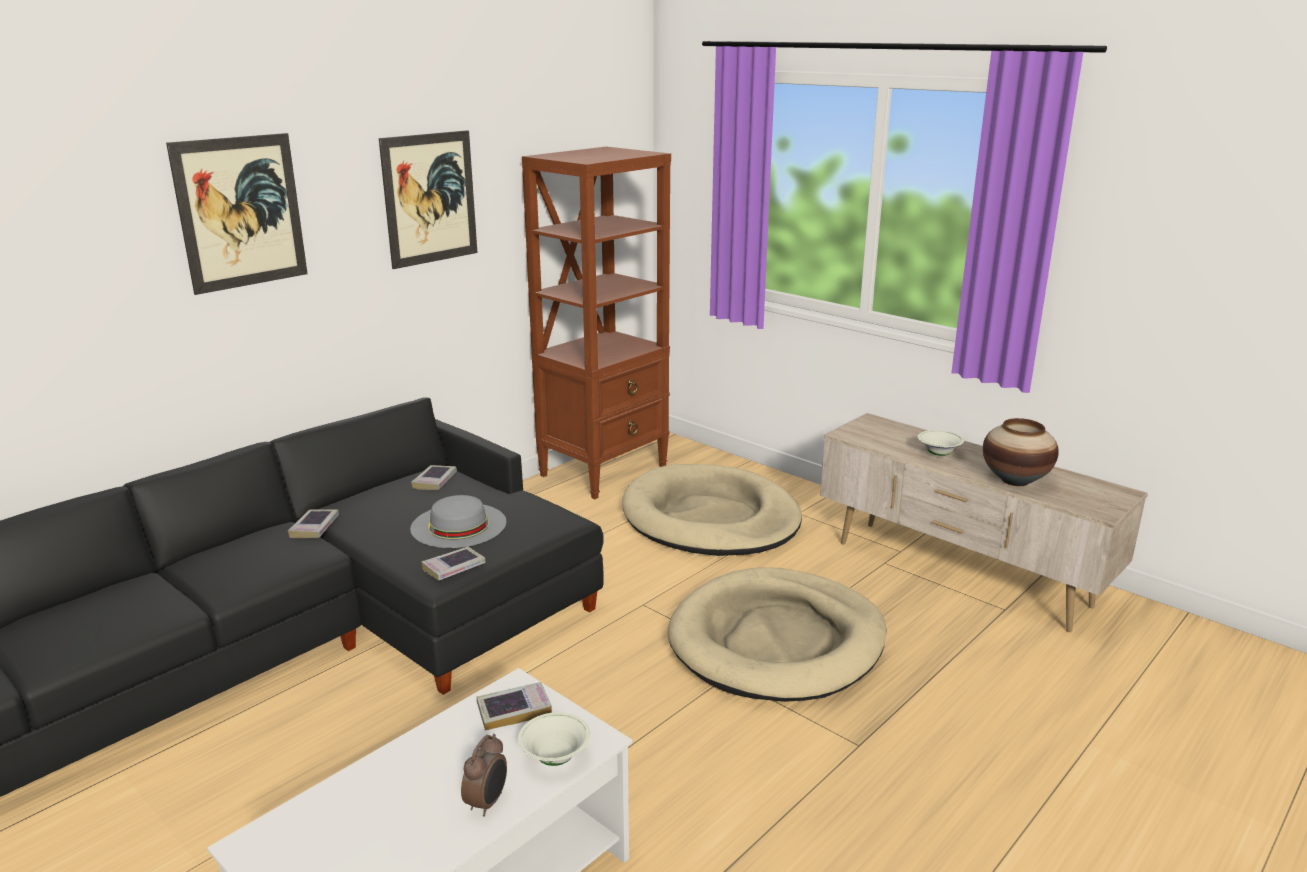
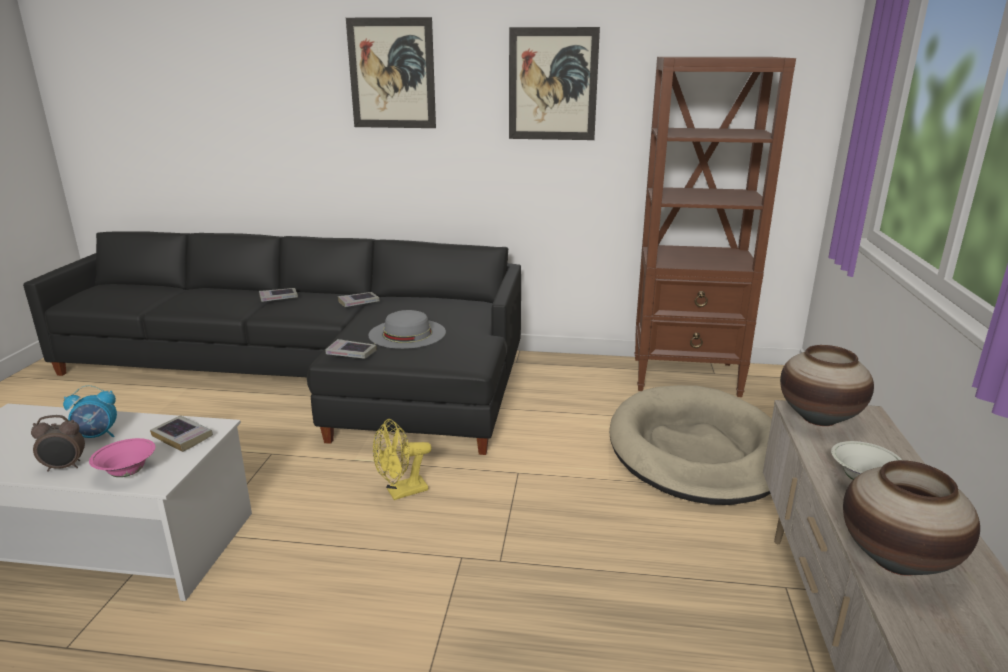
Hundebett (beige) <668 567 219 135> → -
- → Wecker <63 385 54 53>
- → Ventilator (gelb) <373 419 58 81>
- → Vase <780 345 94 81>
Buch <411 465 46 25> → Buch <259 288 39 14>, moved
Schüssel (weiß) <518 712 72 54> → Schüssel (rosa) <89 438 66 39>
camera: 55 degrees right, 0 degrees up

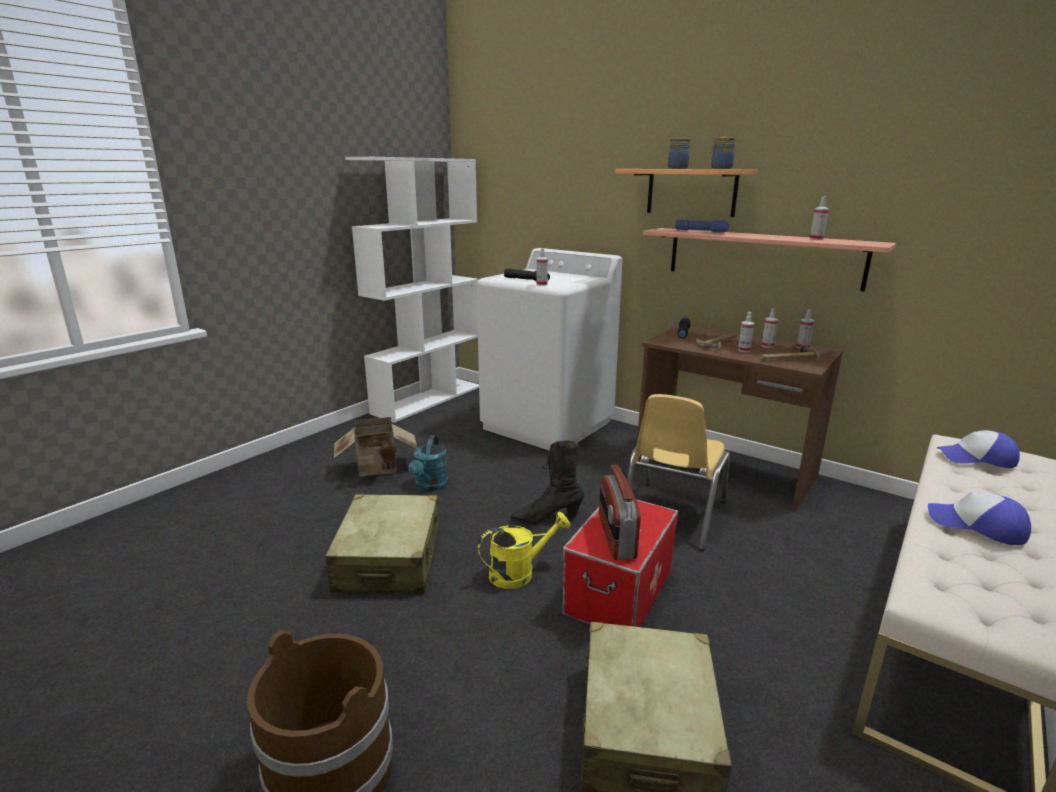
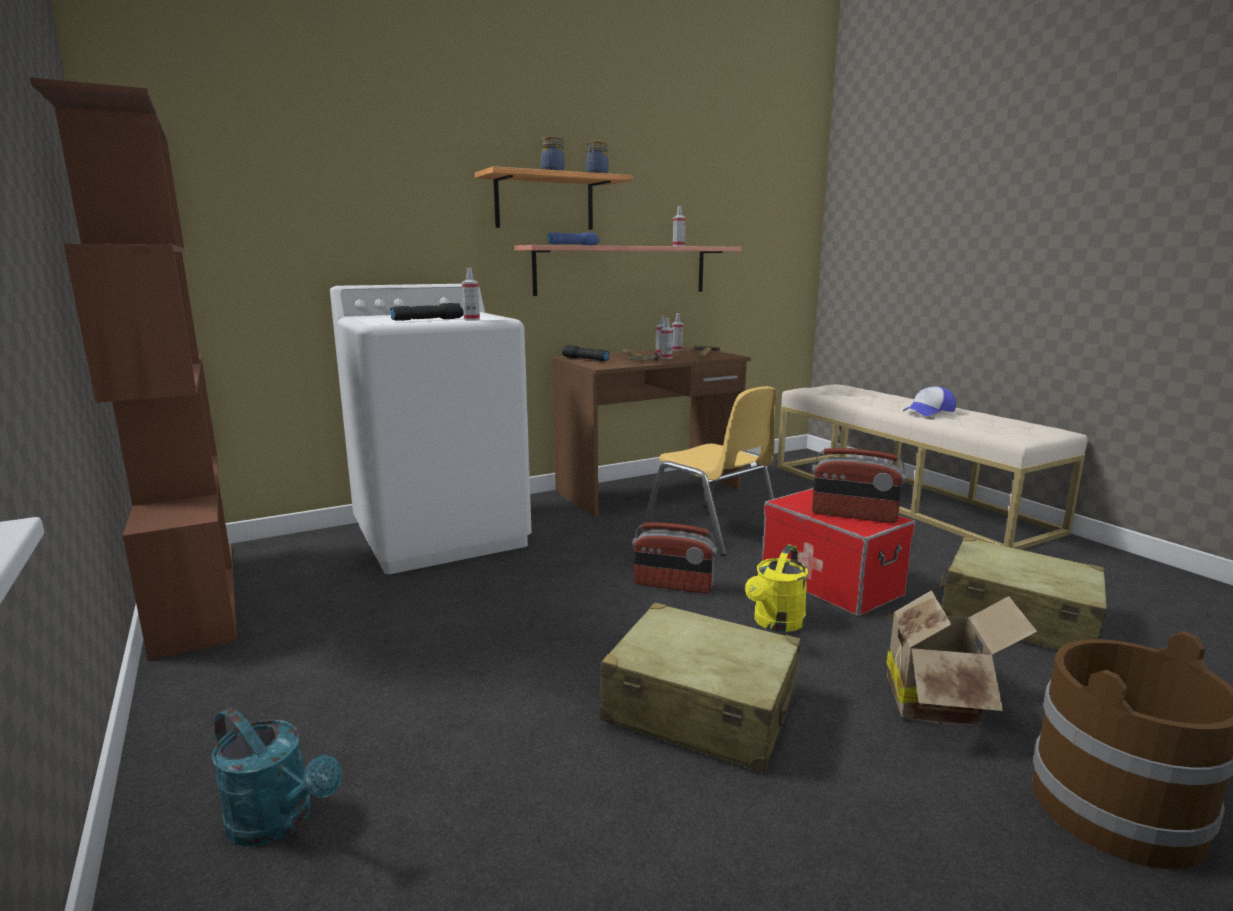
Kappe <937 430 83 38> → -
Karton <334 417 83 60> → Karton <884 590 153 135>, moved
Gießkanne (türkis) <408 435 41 57> → Gießkanne (türkis) <211 707 131 140>, moved
Stiefel (schwarz) <510 440 74 85> → Radio <632 522 86 72>
Bücherregal (weiß) <345 157 134 266> → Bücherregal (braun) <30 77 207 583>
Gießkanne (gelb) <478 512 92 77> → Gießkanne (gelb) <745 544 63 88>, 150 degrees counterclockwise
camera: 65 degrees left, 5 degrees down

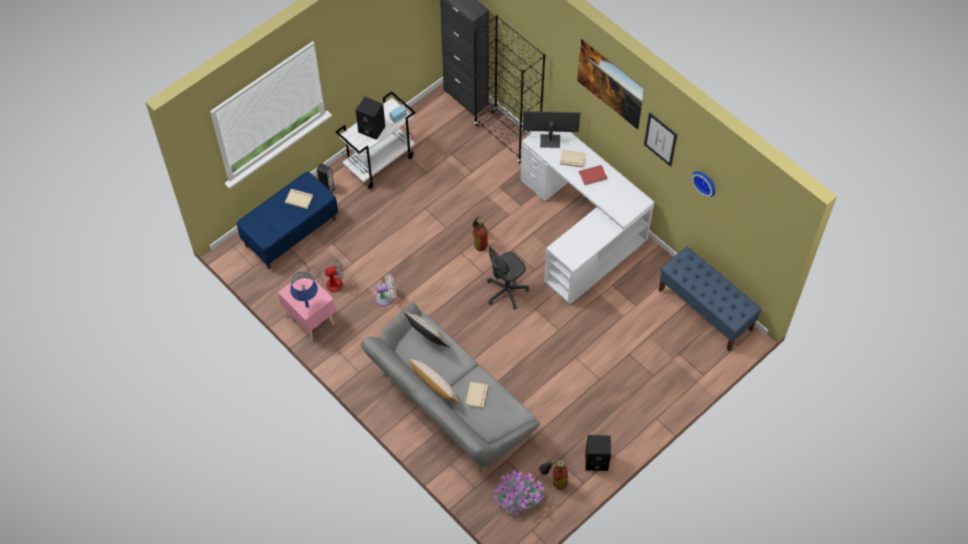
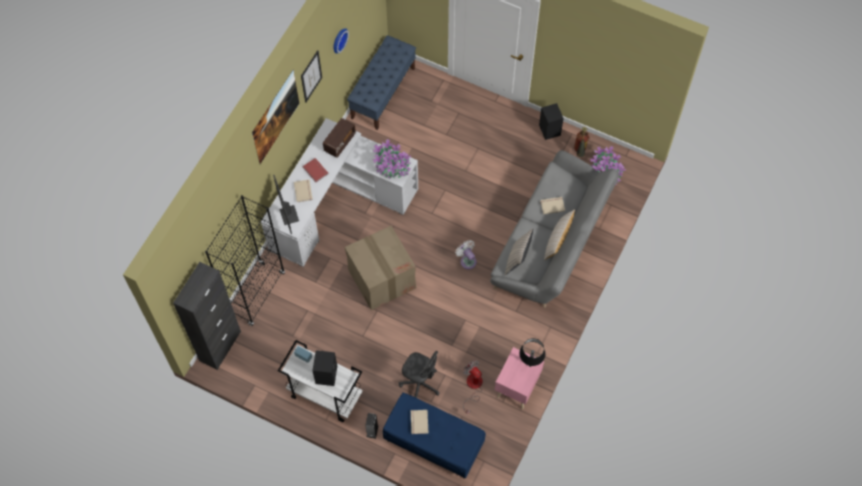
- → Radio <323 118 33 40>
- → Topfpflanze <373 139 38 40>
Ventilator (weiß) <375 274 21 32> → Ventilator (weiß) <455 240 22 30>, moved
Bürostuhl (grau) <487 245 42 65> → Bürostuhl (grau) <399 351 41 47>, moved
Feuerlöscher <473 216 15 35> → Karton <344 226 72 84>
Tischlampe (blau) <290 272 28 36> → Tischlampe (schwarz) <519 338 26 29>
camera: 110 degrees left, 5 degrees up

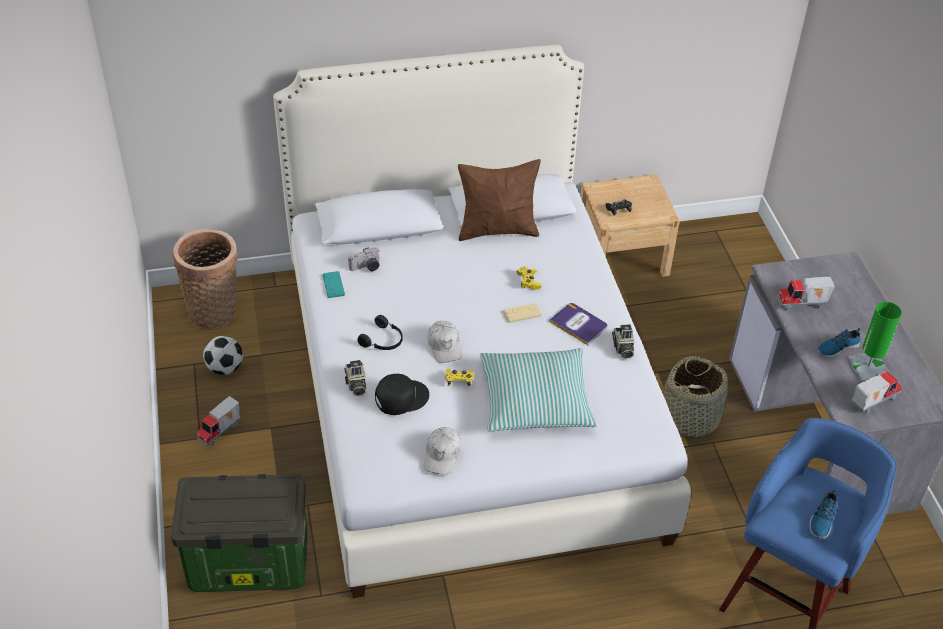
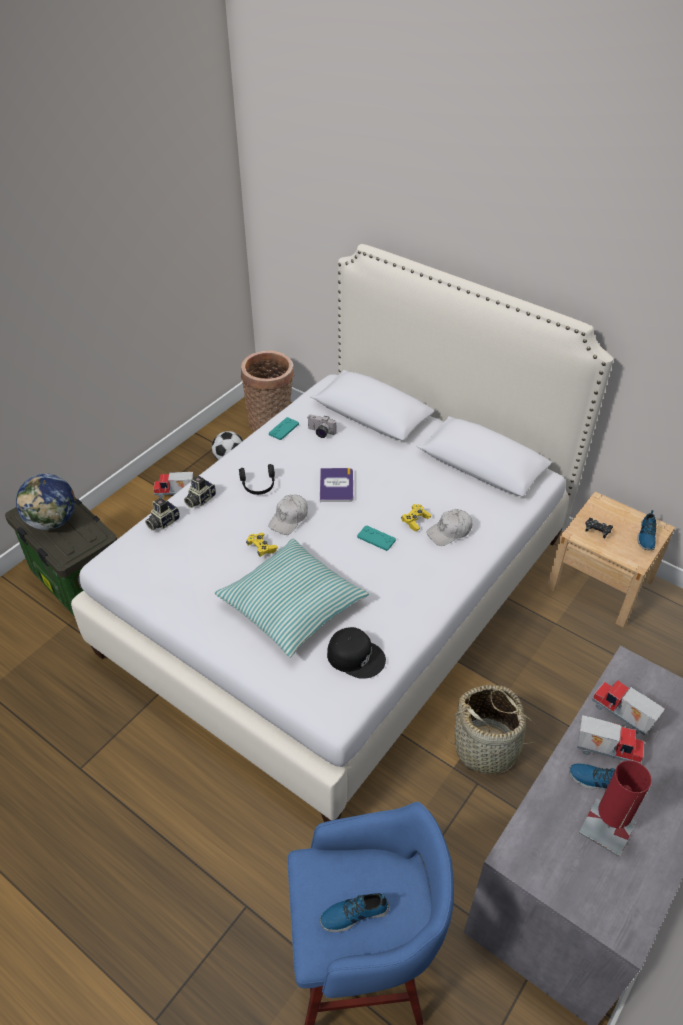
Kissen (braun) <458 159 82 82> → -
- → Globus <16 473 59 57>
- → Schuh <637 510 20 41>
Kappe (schwarz) <375 374 54 41> → Kappe (schwarz) <327 627 59 52>, moved
Kappe (weiß) <424 427 37 48> → Kappe (weiß) <426 509 46 37>, moved
Buch <549 303 58 42> → Buch <320 468 33 34>, moved
Kamera <612 324 23 35> → Kamera <145 498 35 33>, moved
Spielzeuglaster <851 371 51 42> → Spielzeuglaster <577 715 67 49>, moved
Gamepad (beige) <503 303 38 20> → Gamepad (türkis) <357 525 39 26>
Tischlampe (grün) <847 302 55 80> → Tischlampe (rot) <579 760 72 97>
camera: 50 degrees right, 0 degrees up

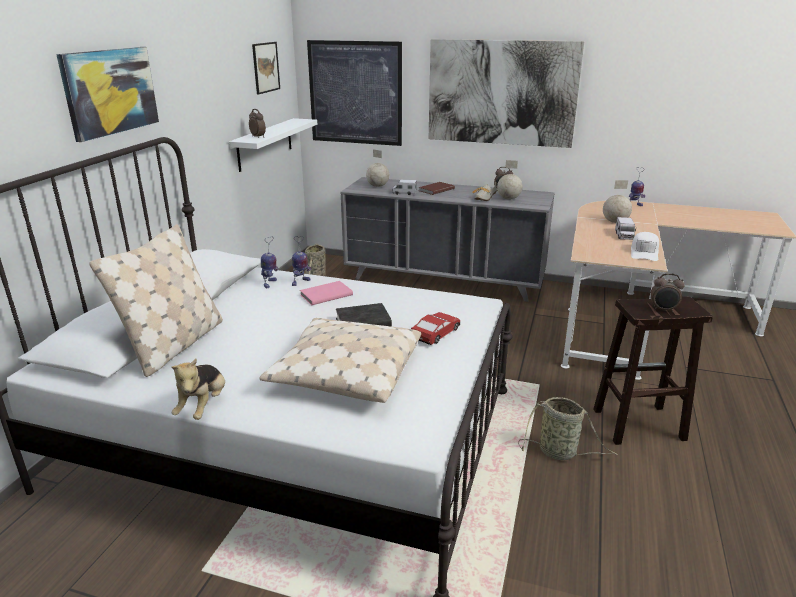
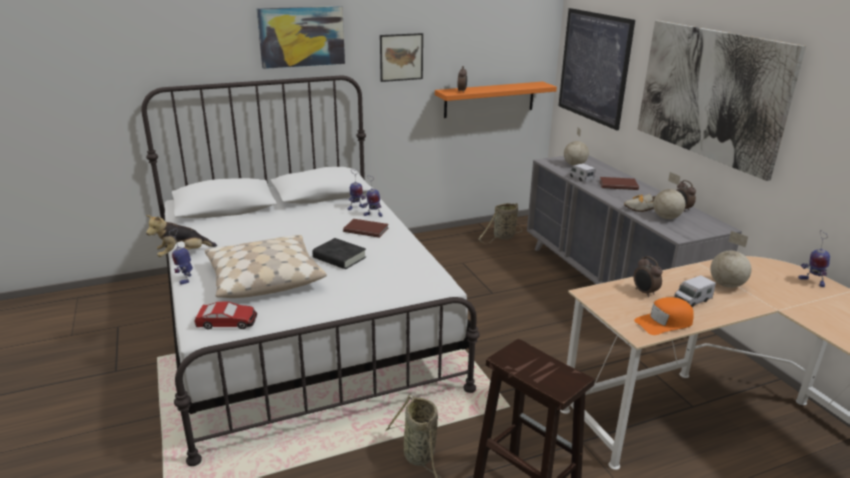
Kissen (beige) <89 224 134 153> → -
- → Spielzeugroboter <169 228 24 57>
Bild <252 42 28 52> → Bild <380 33 43 49>, moved
Spielzeugauto <411 312 49 33> → Spielzeugauto <195 302 62 27>, moved
Wecker <650 273 35 39> → Wecker <634 256 29 41>, moved
Wandregal (weiß) <229 118 88 54> → Wandregal (orange) <435 82 122 36>
Buch (rosa) <300 281 53 24> → Buch (braun) <343 219 45 19>
Kappe (weiß) <631 232 28 29> → Kappe (orange) <634 297 60 38>
camera: 50 degrees right, 0 degrees up

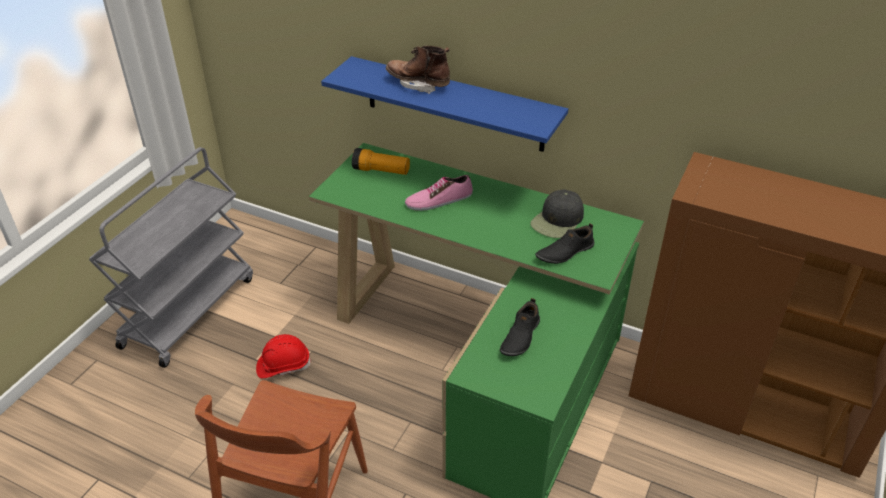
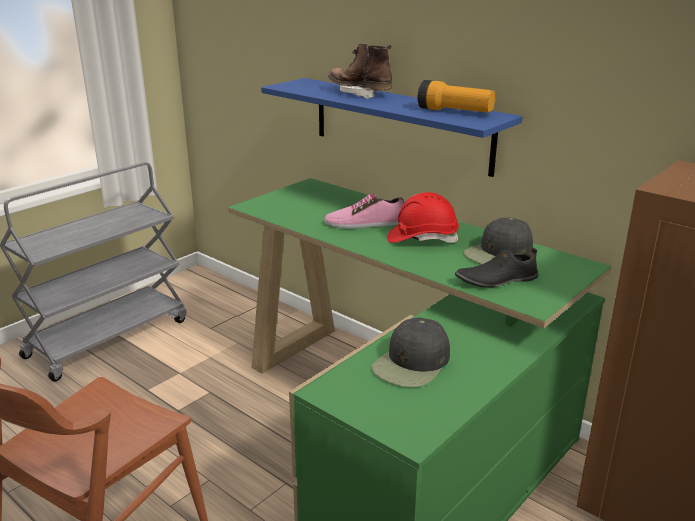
Schutzhelm (rot) <256 334 55 44> → Schutzhelm (rot) <387 192 72 51>, moved
Taschenlampe <352 148 58 27> → Taschenlampe <418 80 77 33>, moved
Schuh (schwarz) <500 298 40 58> → Kappe (schwarz) <371 317 79 70>
camera: 15 degrees right, 15 degrees down

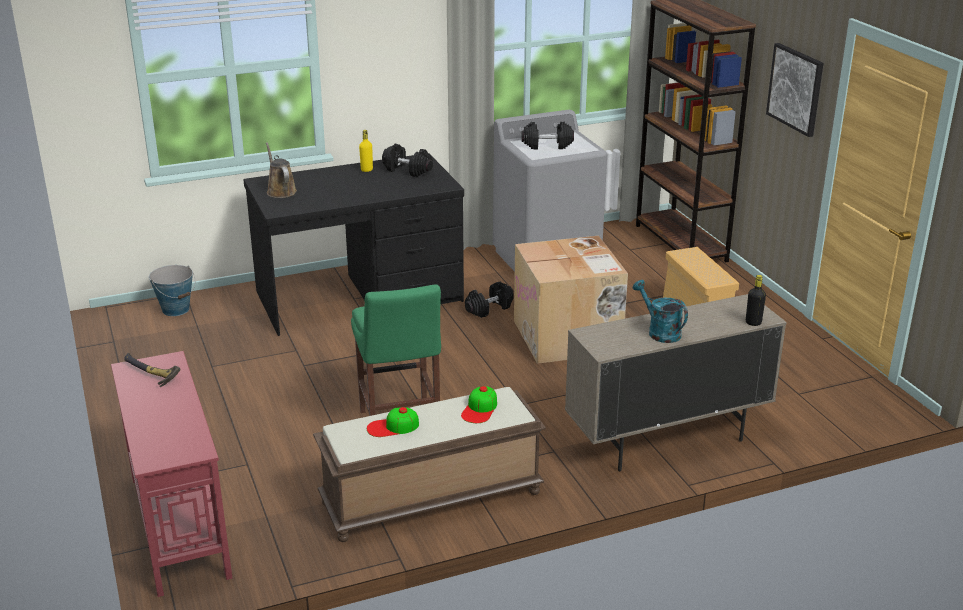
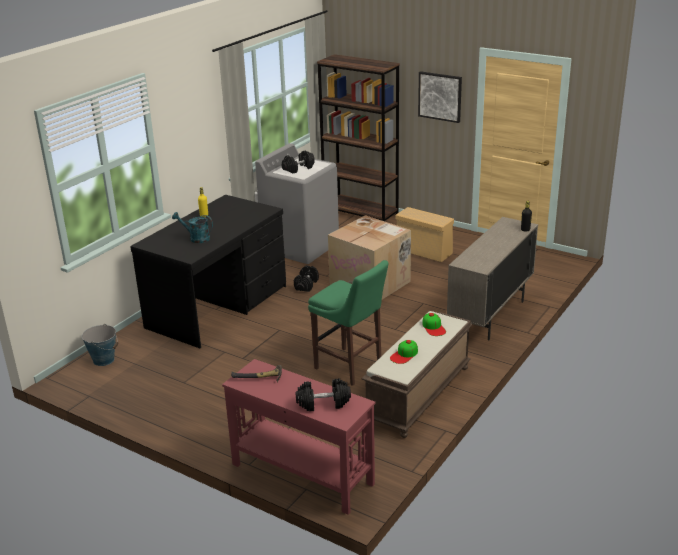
Gießkanne (braun) <266 142 31 56> → -
Hantel (schwarz) <382 144 51 33> → Hantel (schwarz) <295 378 56 33>, moved
Gießkanne (türkis) <633 280 55 63> → Gießkanne (türkis) <172 212 41 31>, moved
camera: 35 degrees left, 0 degrees up

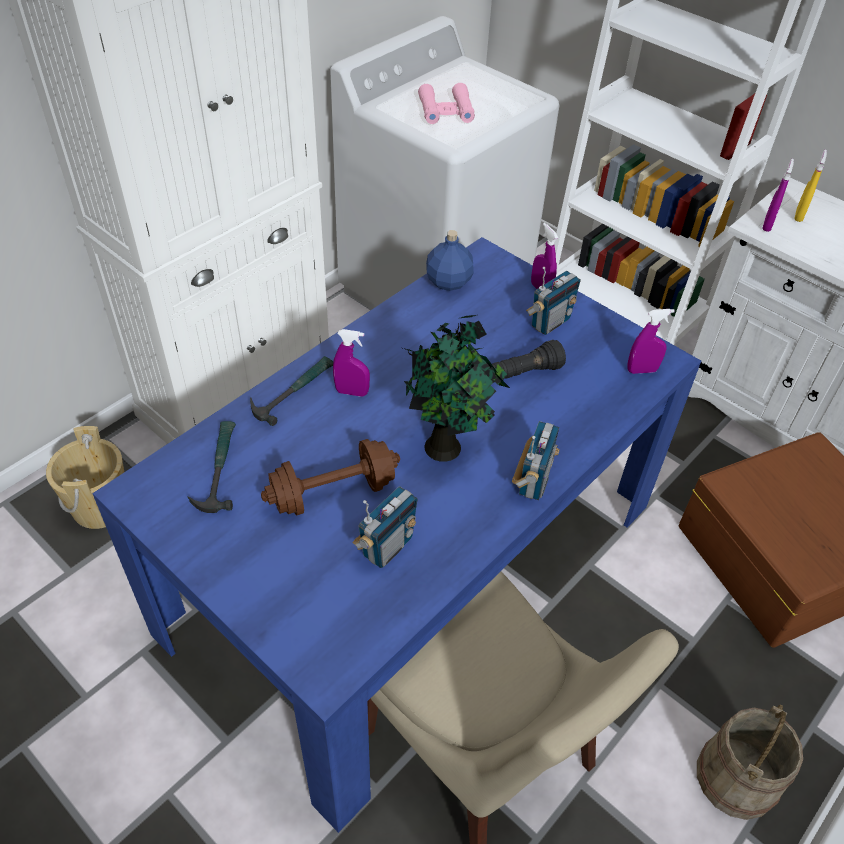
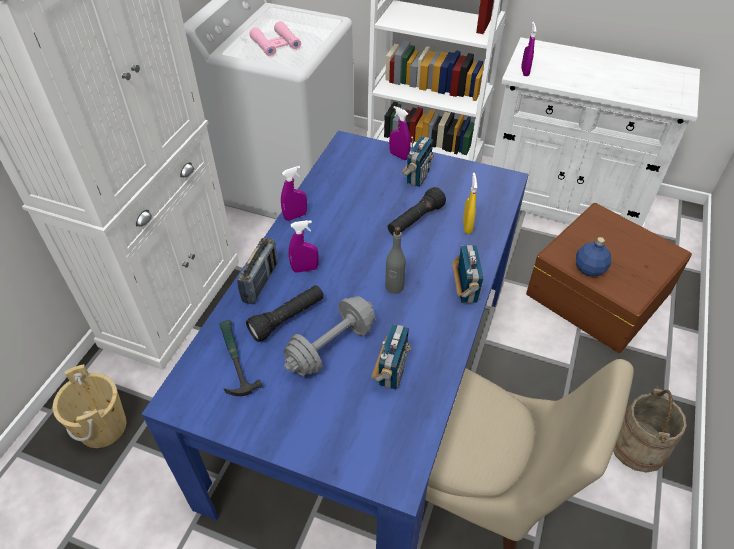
- → Taschenlampe (schwarz) <246 285 78 57>
Flasche (blau) <426 230 48 61> → Flasche (blau) <576 237 35 40>, moved
Sprühflasche (lila) <627 309 48 65> → Sprühflasche (lila) <281 166 26 55>, moved
Sprühflasche (gelb) <794 150 33 72> → Sprühflasche (gelb) <463 173 14 61>, moved
Hammer <250 356 83 70> → Radio <237 238 41 66>
Topfpflanze <403 315 107 147> → Flasche (grau) <385 226 21 68>
Hantel (braun) <261 439 139 77> → Hantel (grau) <284 296 91 80>
camera: 20 degrees left, 0 degrees up

